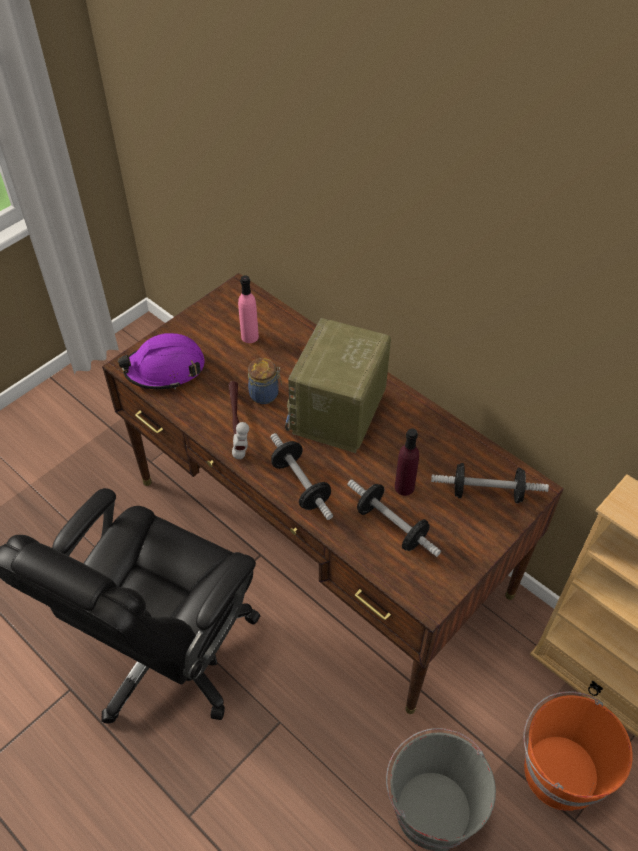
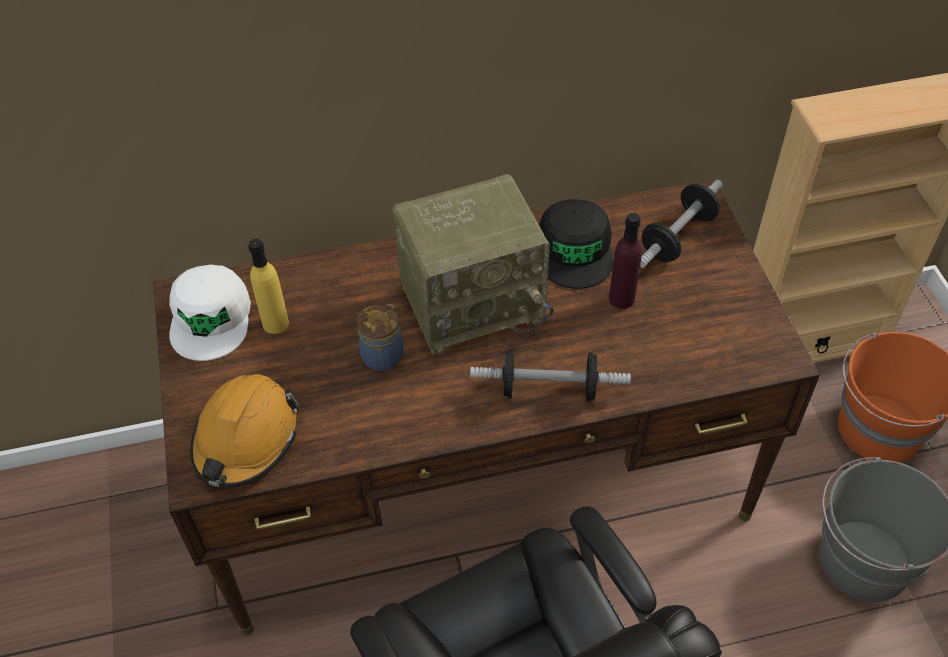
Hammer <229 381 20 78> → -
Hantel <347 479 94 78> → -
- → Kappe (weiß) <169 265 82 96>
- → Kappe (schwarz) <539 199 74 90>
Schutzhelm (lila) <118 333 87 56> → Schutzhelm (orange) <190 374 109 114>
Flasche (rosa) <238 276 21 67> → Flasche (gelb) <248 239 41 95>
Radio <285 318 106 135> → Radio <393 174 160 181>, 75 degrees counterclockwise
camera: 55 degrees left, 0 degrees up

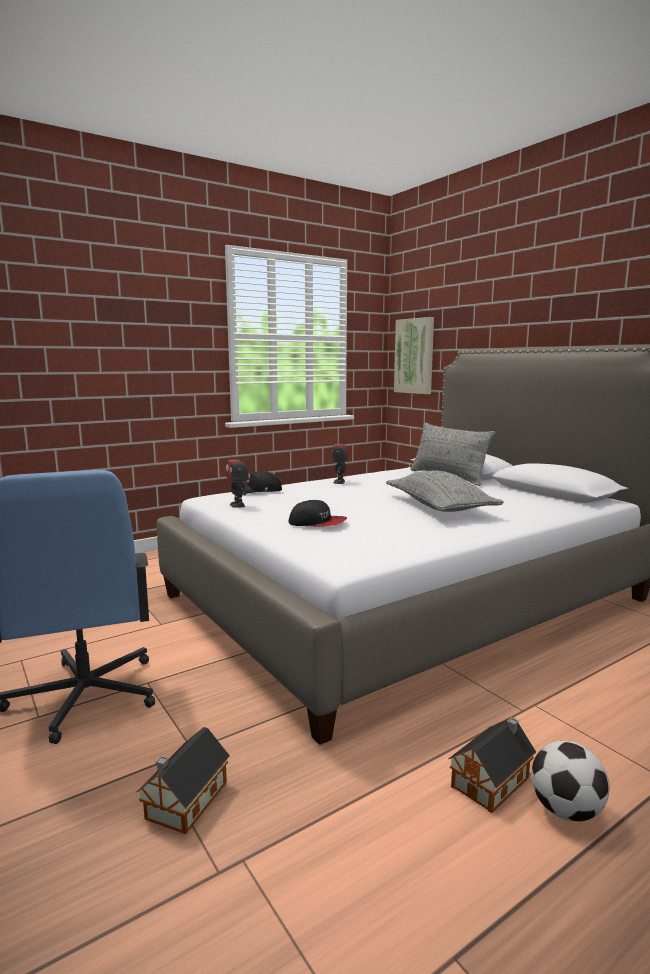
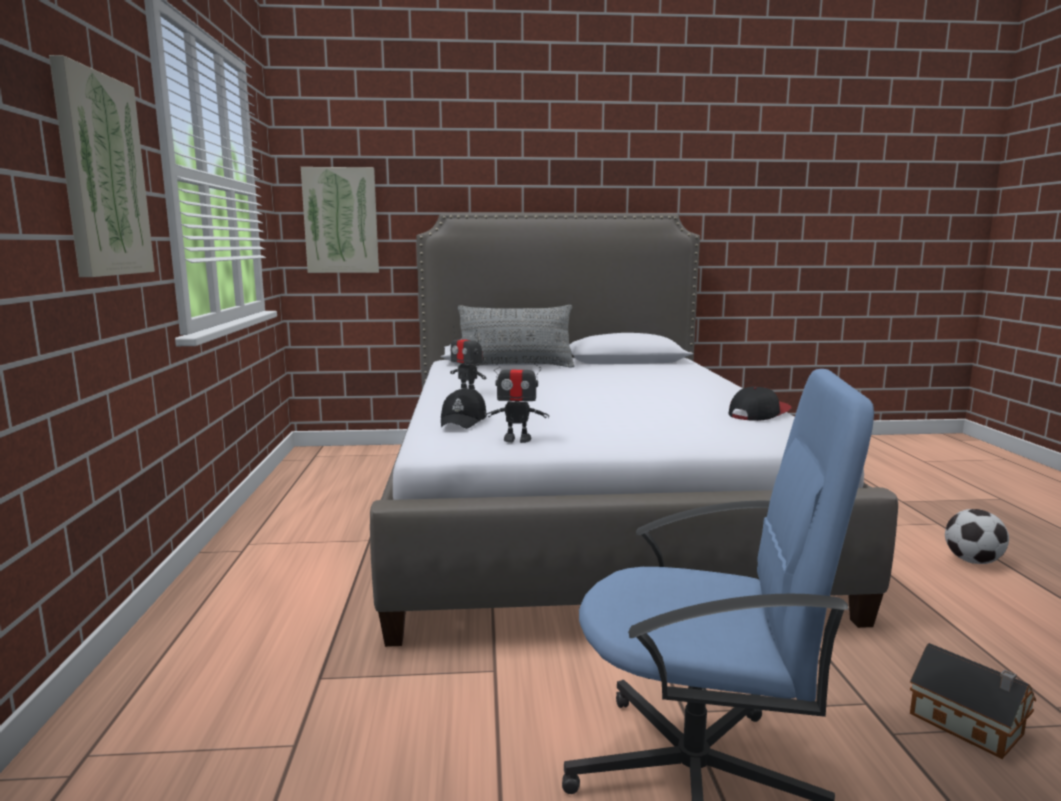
Kissen (grau) <386 471 118 41> → -
Spielzeughaus <448 717 88 96> → -
- → Bild <49 55 106 222>
Kappe <289 500 58 26> → Kappe <729 386 63 35>, moved
camera: 60 degrees left, 0 degrees up

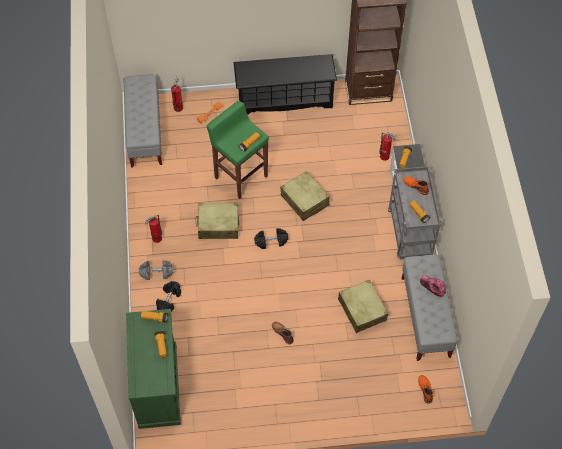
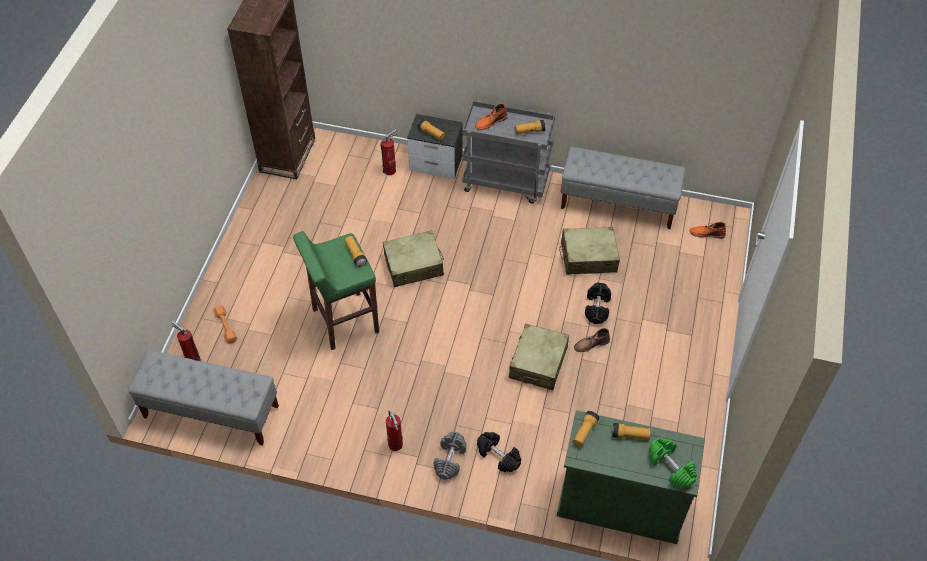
Schuhregal (schwarz) <234 54 103 61> → -
Kappe <420 275 26 22> → -
- → Hantel (grün) <649 438 48 50>
Koffer (beige) <195 203 44 36> → Koffer (beige) <509 324 60 66>, moved
Hantel (schwarz) <254 228 34 21> → Hantel (schwarz) <585 282 26 42>, moved
camera: 70 degrees left, 5 degrees down

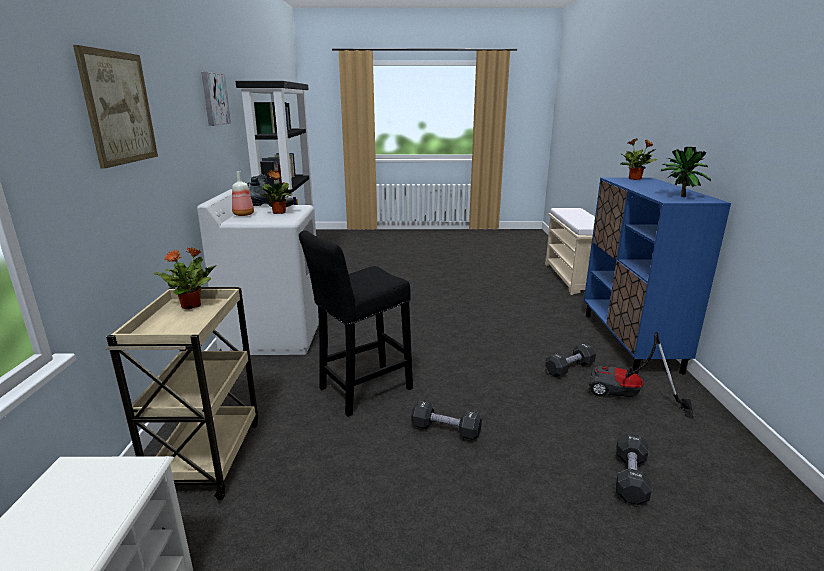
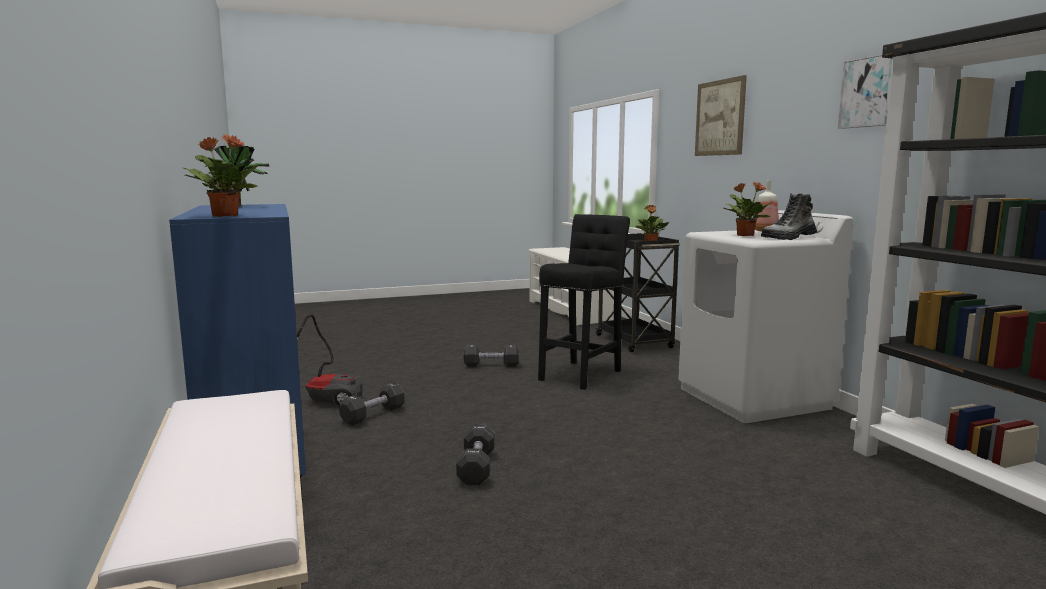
Hantel (schwarz) <616 433 36 72> → Hantel (schwarz) <456 424 39 61>, moved
Rollwagen (beige) <106 287 152 213> → Rollwagen (schwarz) <595 233 85 119>
camera: 160 degrees right, 10 degrees down

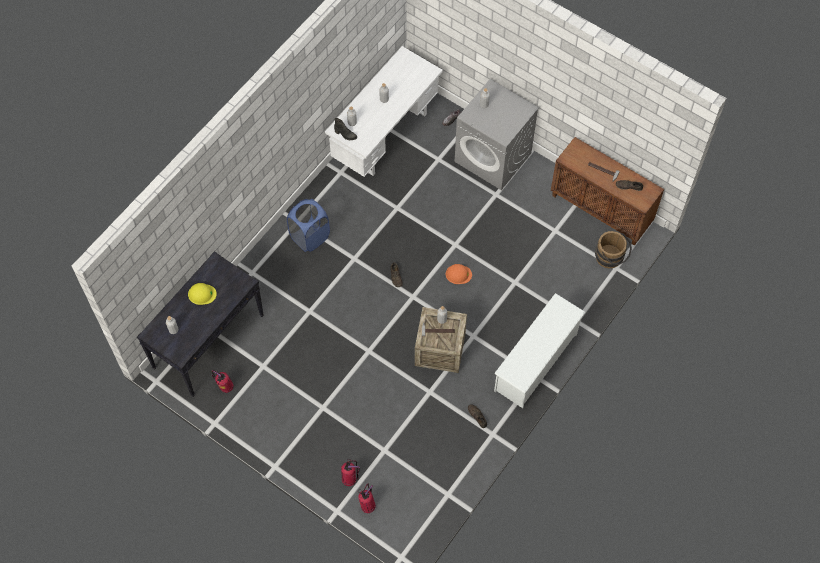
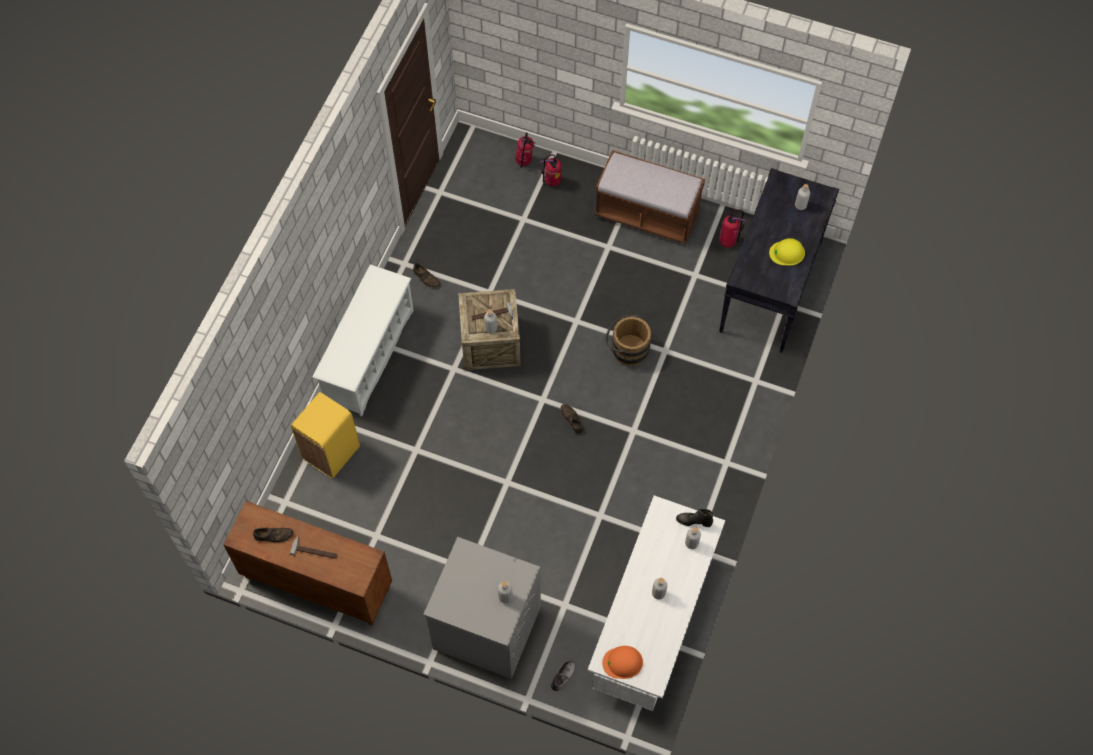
Wäschekorb (blau) <287 199 43 53> → -
- → Mülleimer (gelb) <291 392 69 87>
- → Bank (braun) <595 150 110 94>
Schutzhelm (orange) <446 264 26 20> → Schutzhelm (orange) <602 646 41 33>, moved
Eimer (braun) <595 231 37 38> → Eimer (braun) <606 315 45 51>, moved
camera: 165 degrees right, 0 degrees up

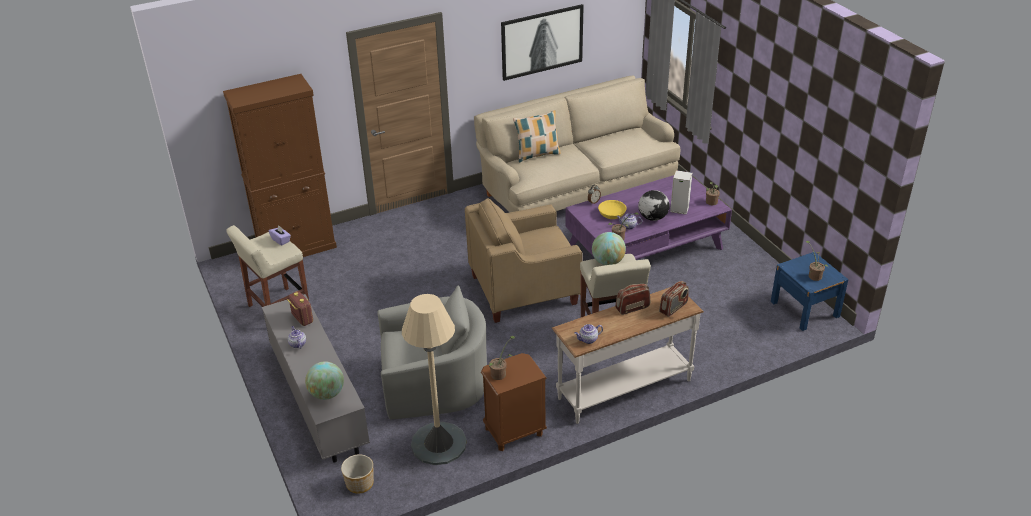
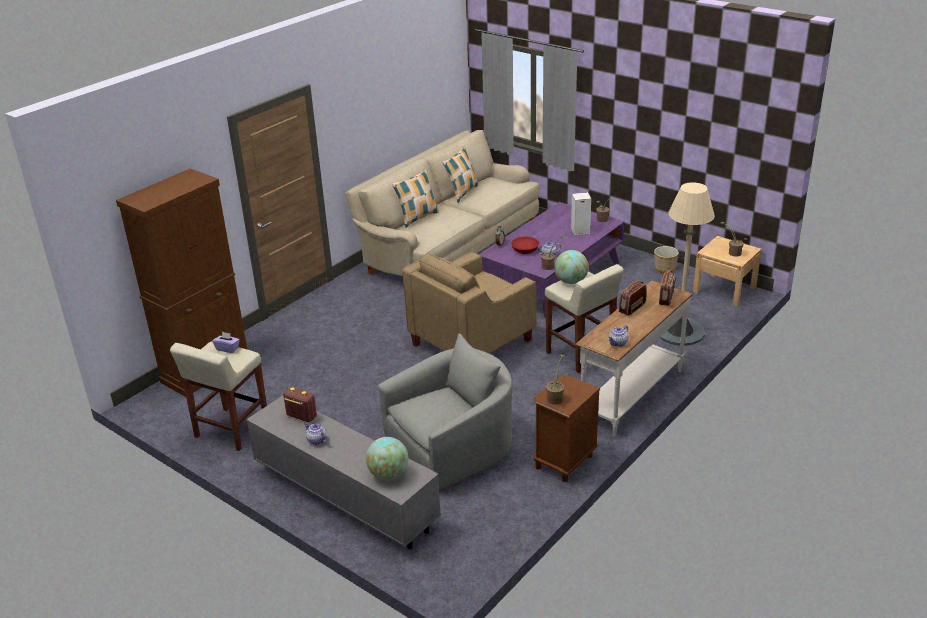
Bild <501 4 83 77> → -
Globus <638 190 32 31> → -
- → Kissen <443 146 35 57>
Pflanzkübel <341 454 33 40> → Pflanzkübel <654 246 25 27>, moved
Stehlampe (beige) <402 294 65 171> → Stehlampe (beige) <659 182 56 164>, moved
Schüssel (gelb) <598 200 29 19> → Schüssel (rot) <511 236 28 18>
Nachttisch (blau) <771 252 77 79> → Nachttisch (beige) <693 236 69 70>
camera: 25 degrees left, 5 degrees down

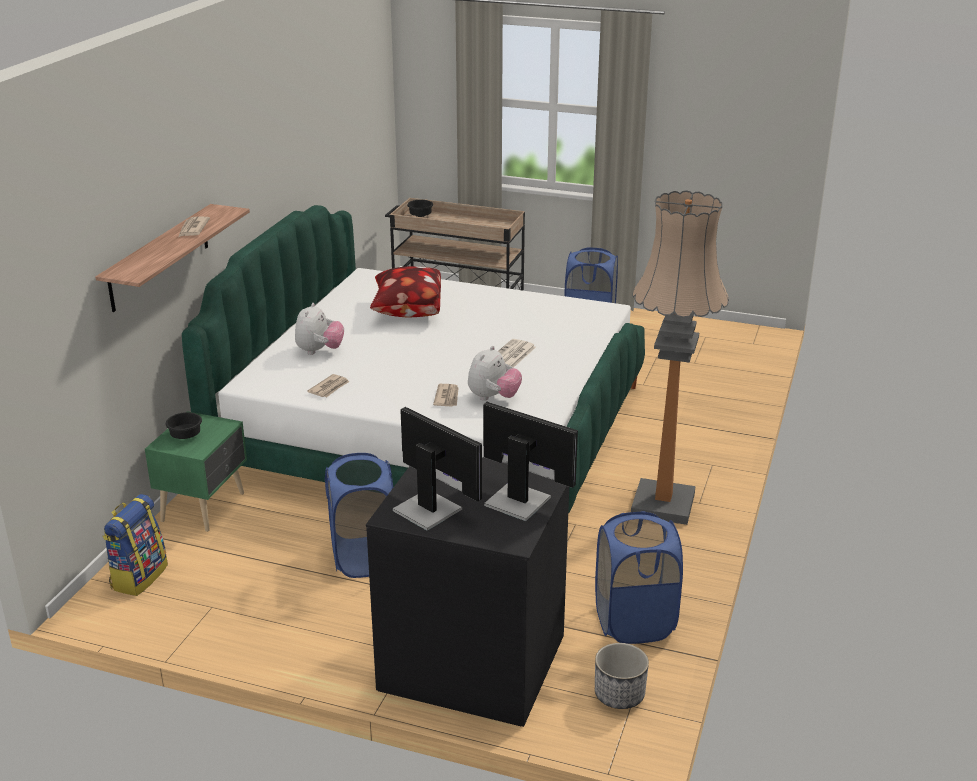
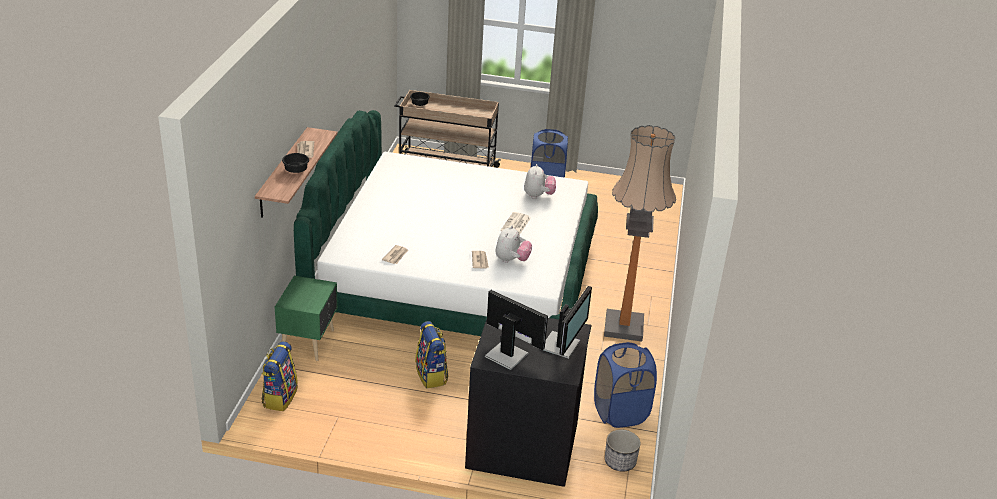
Kissen <370 266 71 52> → -
Schüssel (schwarz) <166 412 36 27> → Schüssel (schwarz) <282 153 27 20>, moved
Plüschtier <295 303 49 52> → Plüschtier <524 164 32 35>, moved
Wäschekorb (blau) <325 453 68 125> → Rucksack <415 321 34 67>
Monitor <483 402 95 119> → Monitor <544 286 48 73>, 90 degrees clockwise
camera: 10 degrees left, 5 degrees up

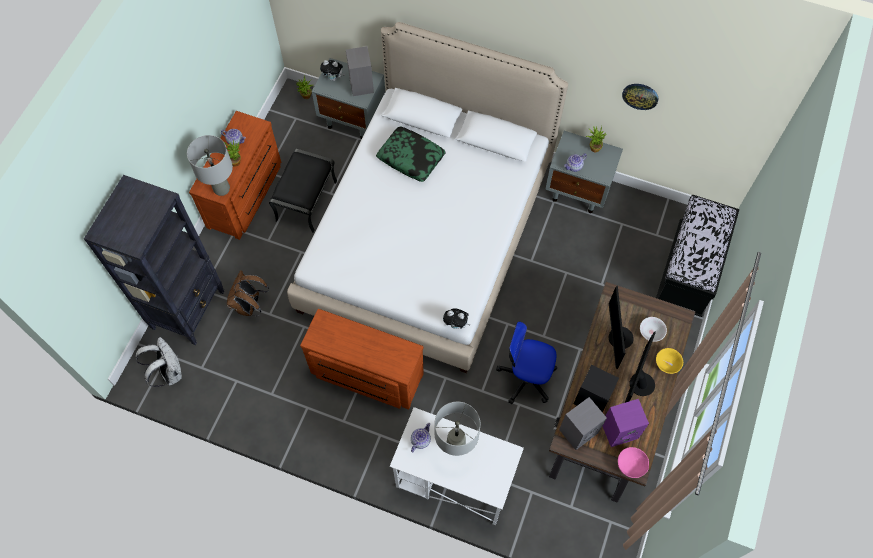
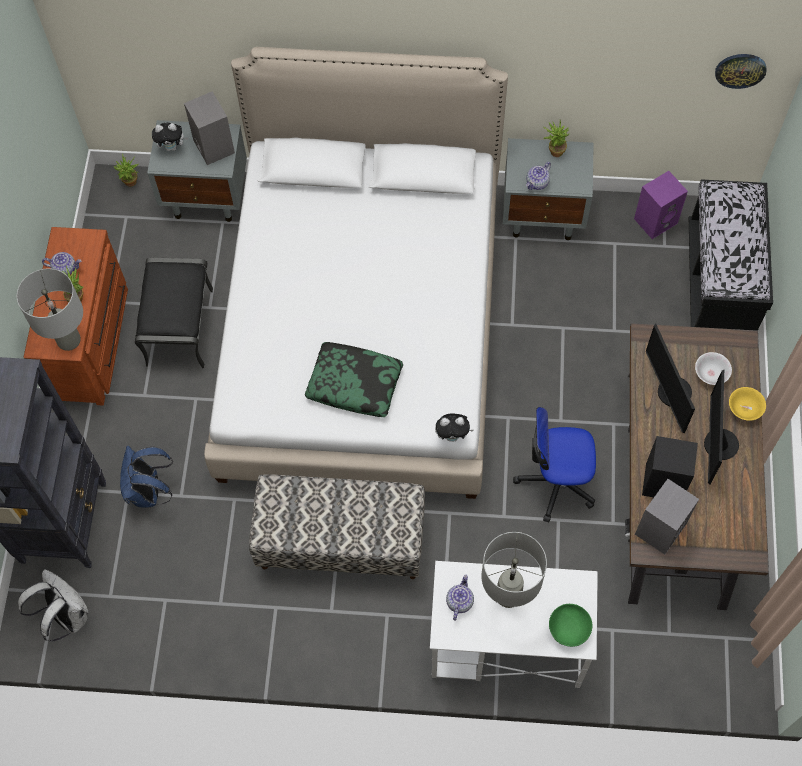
Schüssel (rosa) <618 447 31 31> → -
- → Schüssel (grün) <549 604 43 43>
Kissen <376 127 69 55> → Kissen <305 342 98 75>, moved
Lautsprecher (lila) <603 399 46 48> → Lautsprecher (lila) <634 171 54 68>, moved
Wanduhr <622 84 36 26> → Wanduhr <715 54 52 35>, moved
Kommode (braun) <300 309 124 101> → Bank <249 475 176 104>
Rucksack (braun) <227 270 42 46> → Rucksack (blau) <120 446 53 62>
camera: 15 degrees left, 0 degrees up

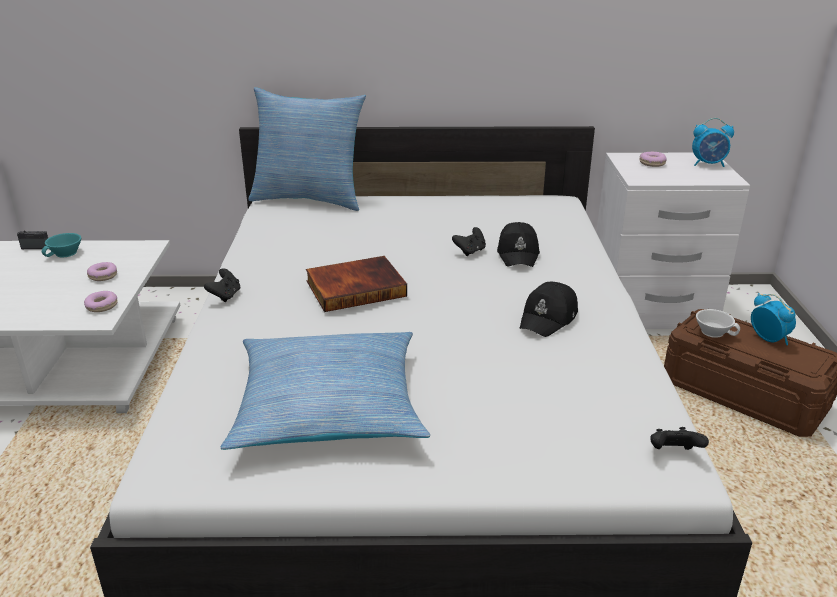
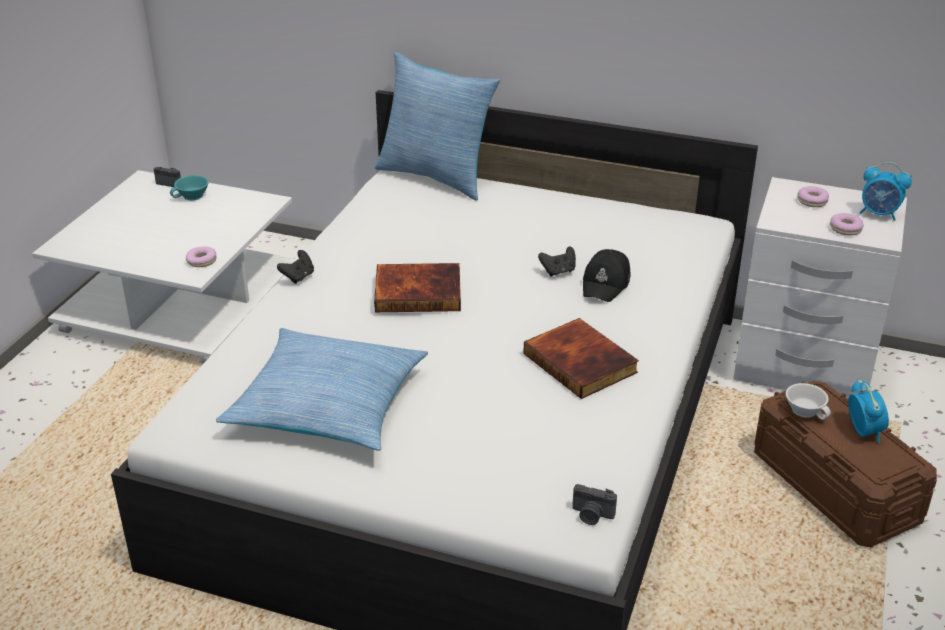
Donut <87 262 30 19> → Donut <830 213 34 23>, moved
Kappe (schwarz) <520 282 58 55> → Buch <523 318 116 81>
Gamepad (schwarz) <650 427 59 23> → Kamera <572 484 45 41>
camera: 20 degrees right, 5 degrees up

